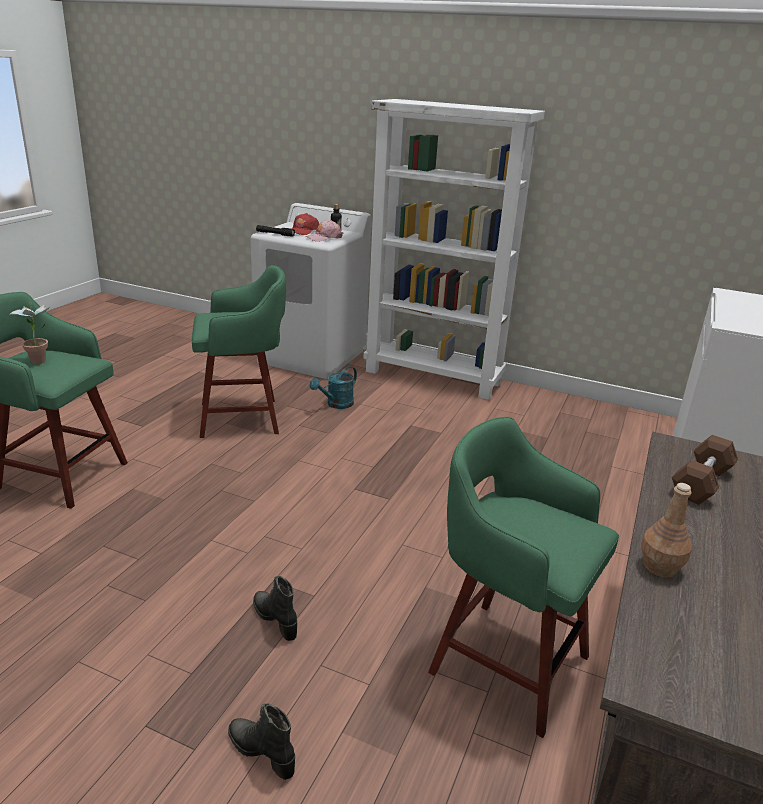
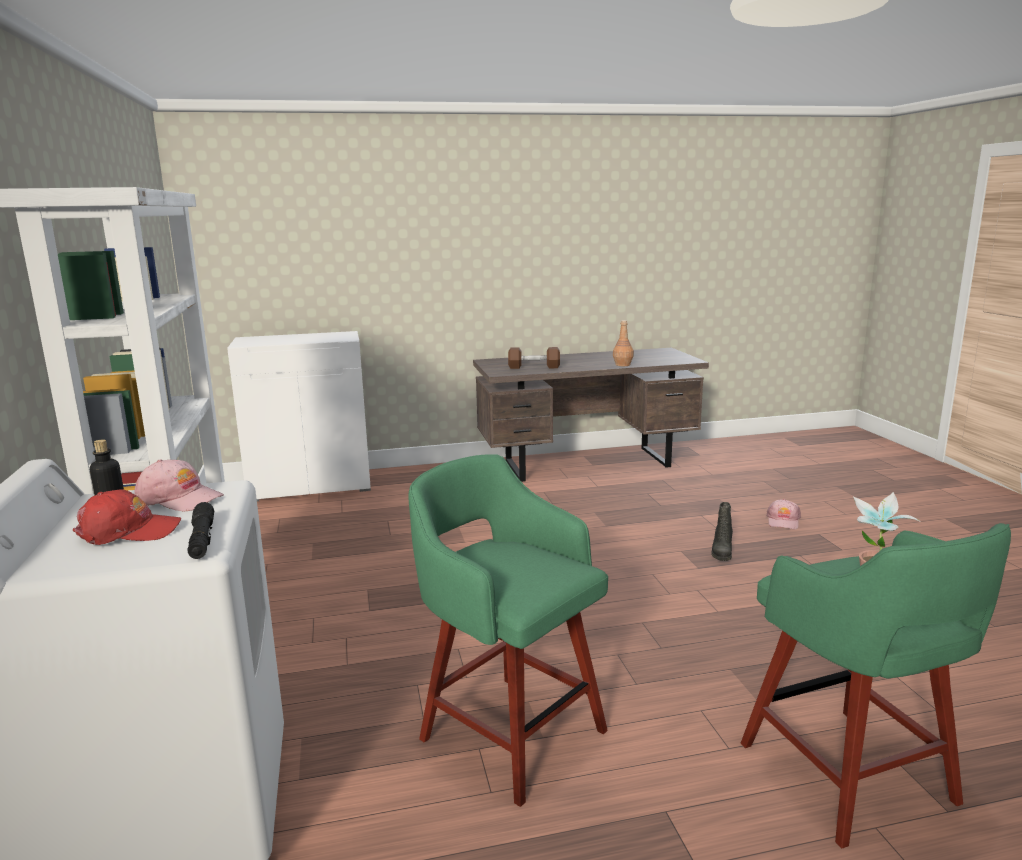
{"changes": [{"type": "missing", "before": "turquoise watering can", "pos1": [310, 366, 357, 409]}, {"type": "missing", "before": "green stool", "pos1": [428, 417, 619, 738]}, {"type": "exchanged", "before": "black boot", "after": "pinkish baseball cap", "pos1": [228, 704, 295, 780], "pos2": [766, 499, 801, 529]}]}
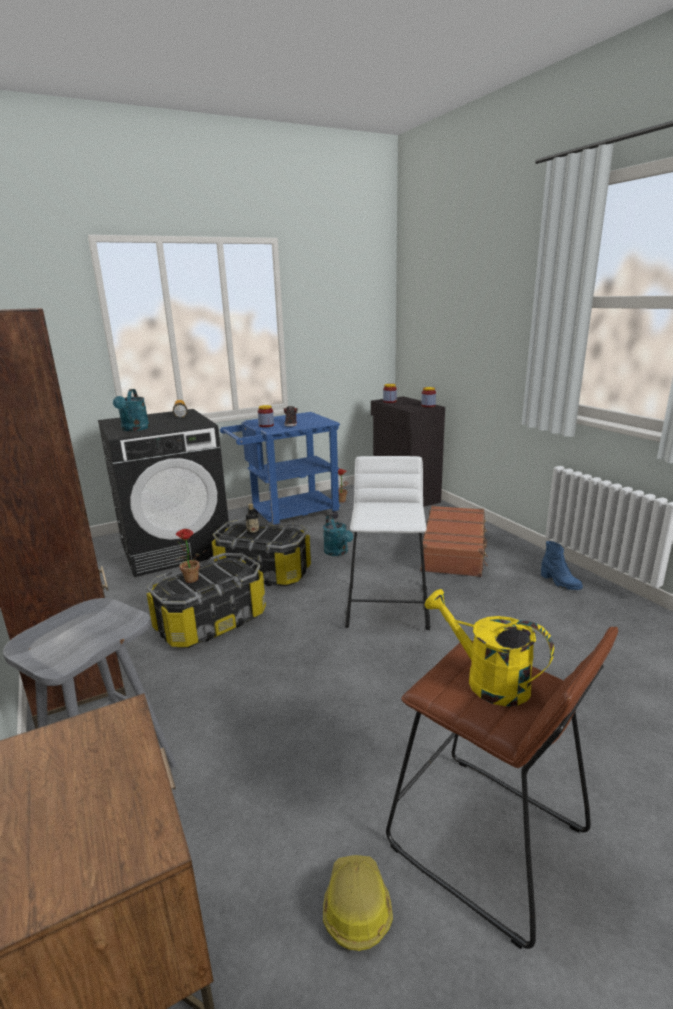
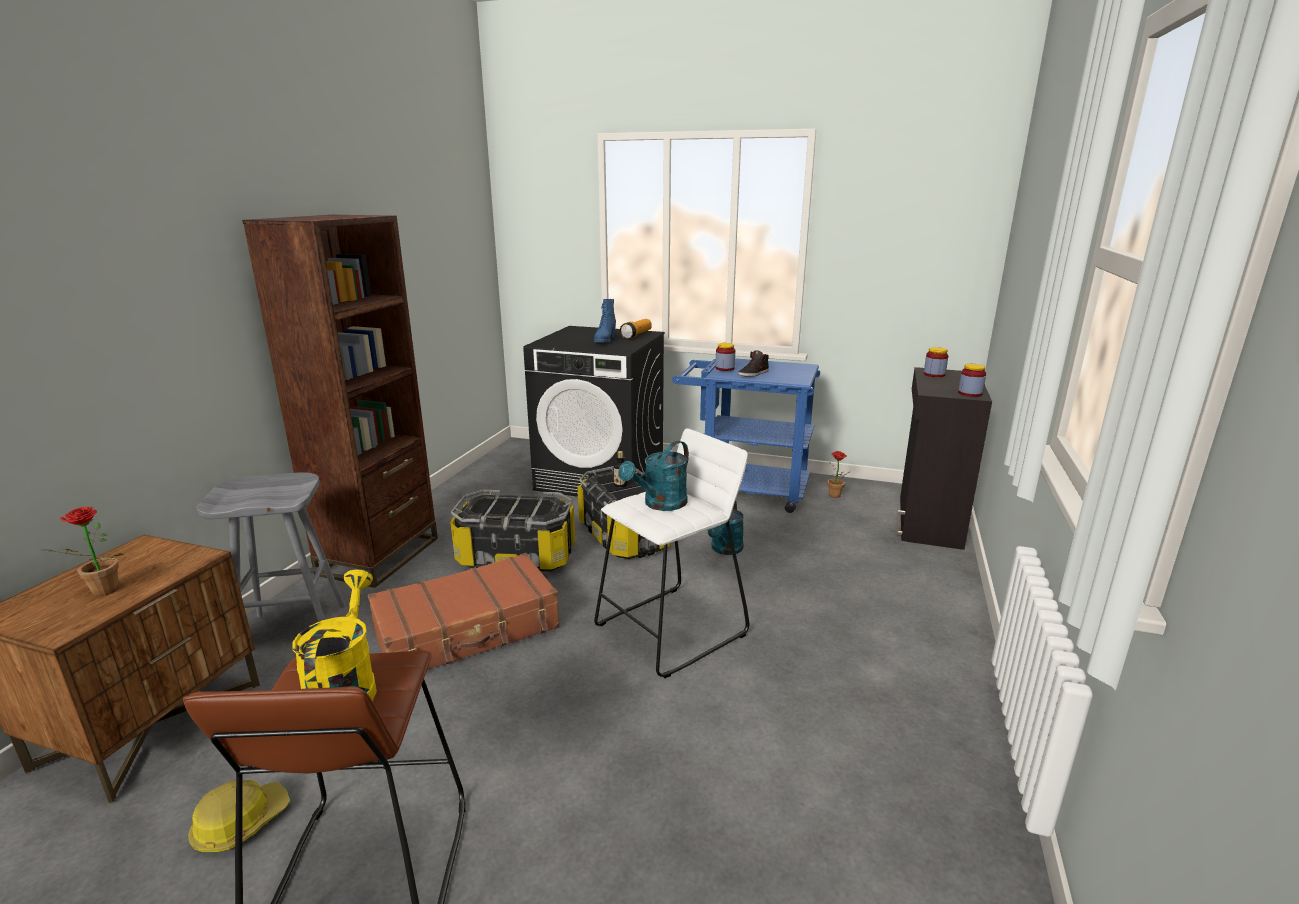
{"changes": [{"type": "relocated", "before": "turquoise watering can", "pos1": [113, 389, 150, 431], "pos2": [619, 441, 689, 511]}, {"type": "relocated", "before": "brown-coloured travel case", "pos1": [420, 506, 488, 577], "pos2": [368, 553, 560, 670]}, {"type": "relocated", "before": "houseplant", "pos1": [175, 529, 206, 583], "pos2": [42, 507, 124, 596]}, {"type": "relocated", "before": "blue-coloured boot", "pos1": [541, 541, 583, 590], "pos2": [594, 299, 616, 343]}]}
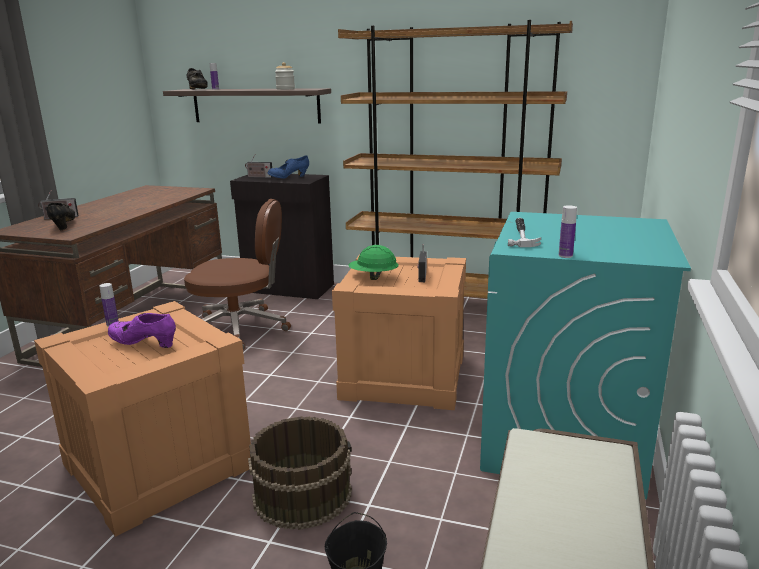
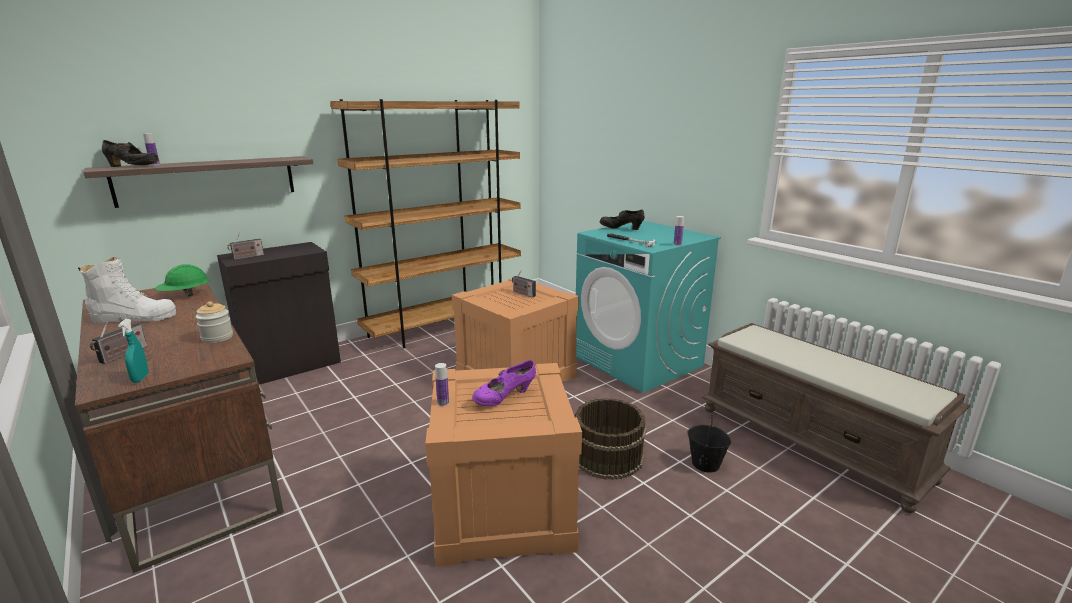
{"changes": [{"type": "relocated", "before": "jar", "pos1": [275, 62, 295, 90], "pos2": [195, 301, 233, 343]}, {"type": "missing", "before": "blue-coloured shoe", "pos1": [267, 155, 309, 178]}, {"type": "missing", "before": "brown-coloured computer chair", "pos1": [184, 199, 291, 350]}, {"type": "relocated", "before": "black shoe", "pos1": [47, 203, 75, 230], "pos2": [600, 209, 645, 230]}, {"type": "relocated", "before": "green hard hat", "pos1": [348, 245, 399, 280], "pos2": [155, 264, 210, 297]}, {"type": "appeared", "after": "white boot", "pos2": [78, 257, 176, 323]}, {"type": "appeared", "after": "turquoise spray bottle", "pos2": [118, 319, 149, 383]}]}
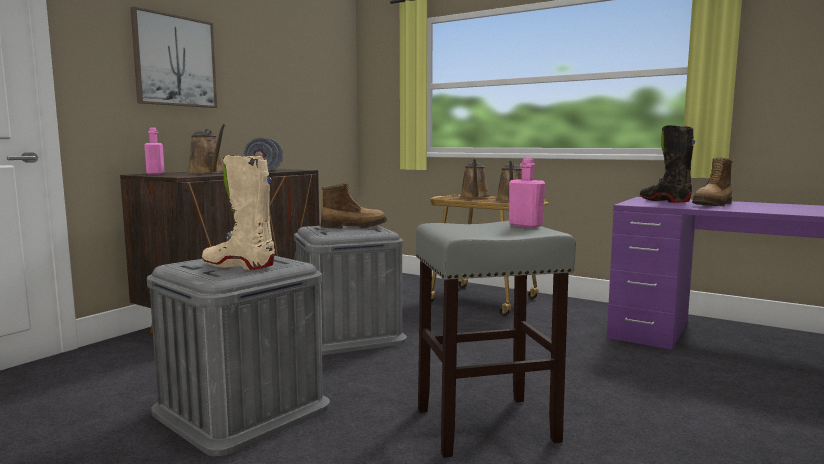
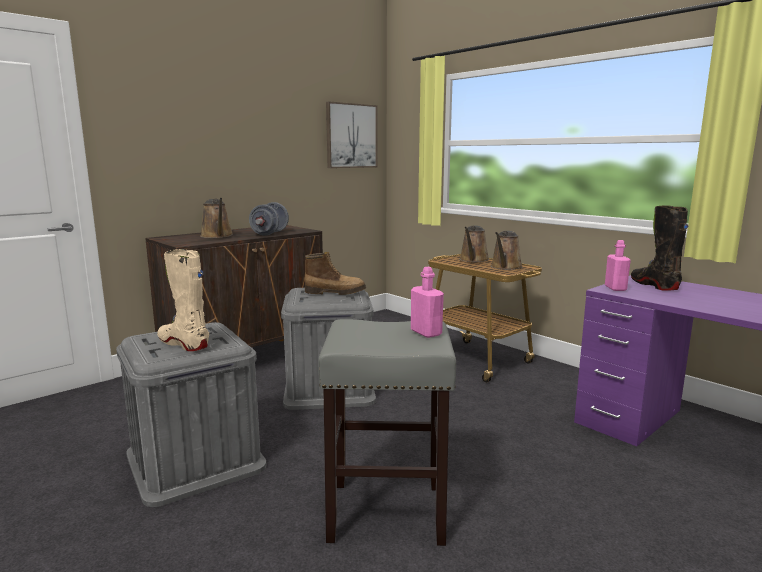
{"changes": [{"type": "relocated", "before": "wall art", "pos1": [130, 6, 217, 108], "pos2": [326, 101, 378, 168]}, {"type": "relocated", "before": "pinkish bottle", "pos1": [144, 127, 165, 175], "pos2": [605, 240, 631, 291]}, {"type": "missing", "before": "boot", "pos1": [692, 157, 733, 206]}]}
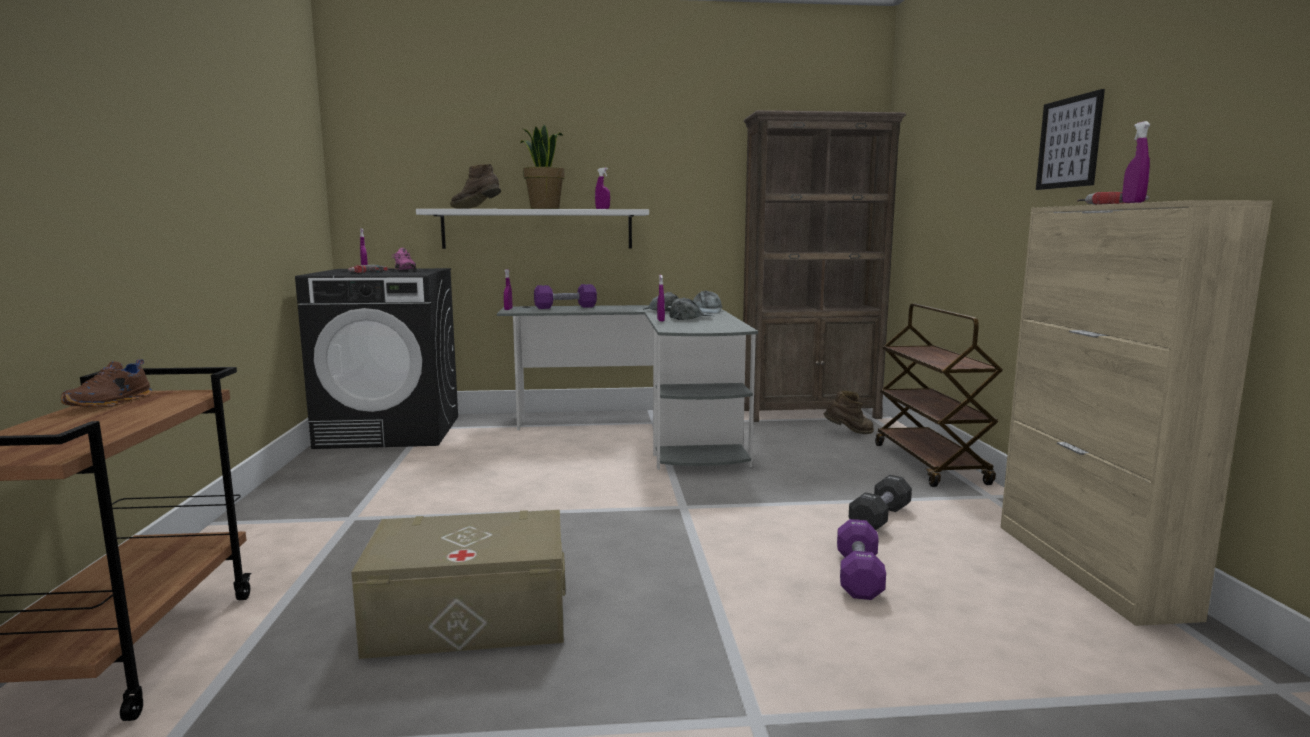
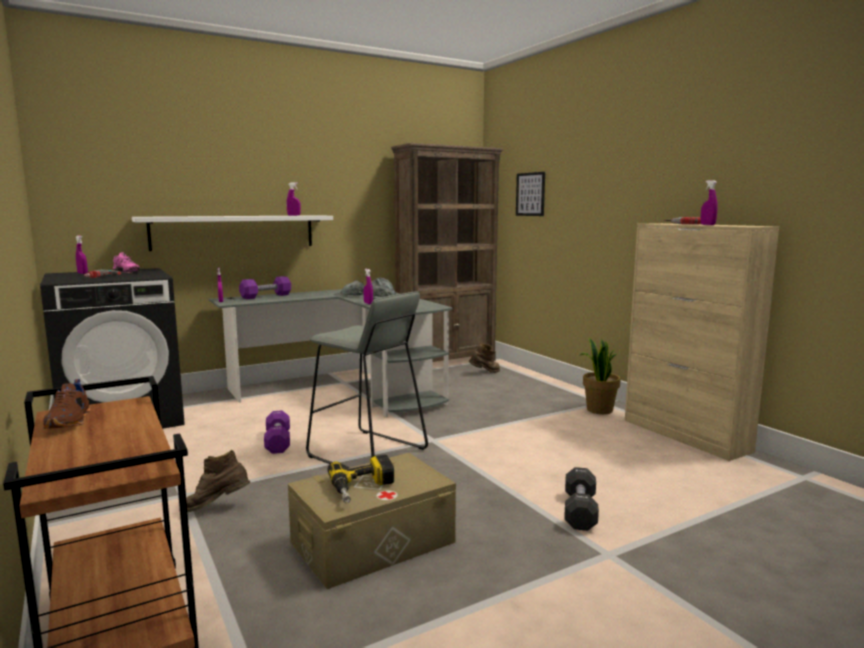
{"changes": [{"type": "relocated", "before": "wall art", "pos1": [1036, 89, 1105, 190], "pos2": [516, 172, 545, 216]}, {"type": "relocated", "before": "houseplant", "pos1": [520, 124, 565, 209], "pos2": [580, 337, 621, 414]}, {"type": "relocated", "before": "brown-coloured boot", "pos1": [450, 164, 501, 209], "pos2": [179, 450, 250, 512]}, {"type": "missing", "before": "brown-coloured cart", "pos1": [875, 304, 1003, 487]}, {"type": "relocated", "before": "black dumbbell", "pos1": [849, 475, 912, 530], "pos2": [564, 467, 599, 531]}, {"type": "relocated", "before": "purple dumbbell", "pos1": [837, 519, 886, 600], "pos2": [264, 410, 290, 454]}, {"type": "appeared", "after": "grey stool", "pos2": [306, 291, 428, 468]}, {"type": "appeared", "after": "electric drill", "pos2": [327, 455, 394, 503]}]}
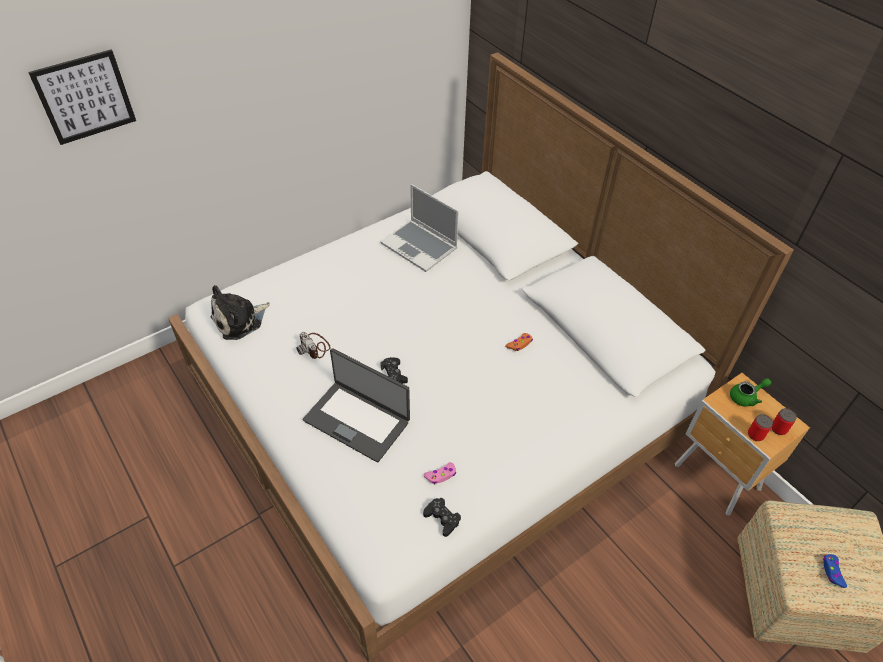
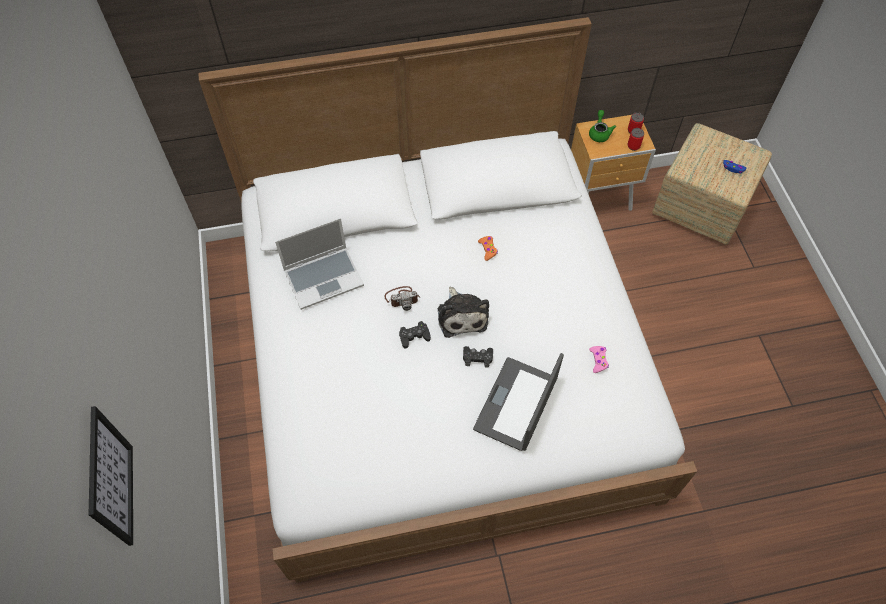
{"changes": [{"type": "relocated", "before": "cuddly toy", "pos1": [211, 285, 270, 340], "pos2": [437, 287, 489, 338]}, {"type": "relocated", "before": "photo camera", "pos1": [296, 332, 331, 359], "pos2": [384, 286, 420, 311]}, {"type": "spun", "before": "laptop", "pos1": [303, 348, 410, 462], "pos2": [473, 353, 564, 451], "turn": 150}, {"type": "relocated", "before": "black gamepad", "pos1": [423, 498, 461, 537], "pos2": [399, 321, 431, 349]}]}
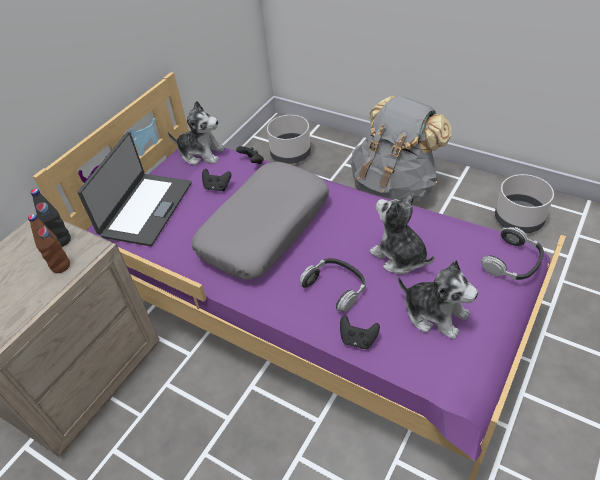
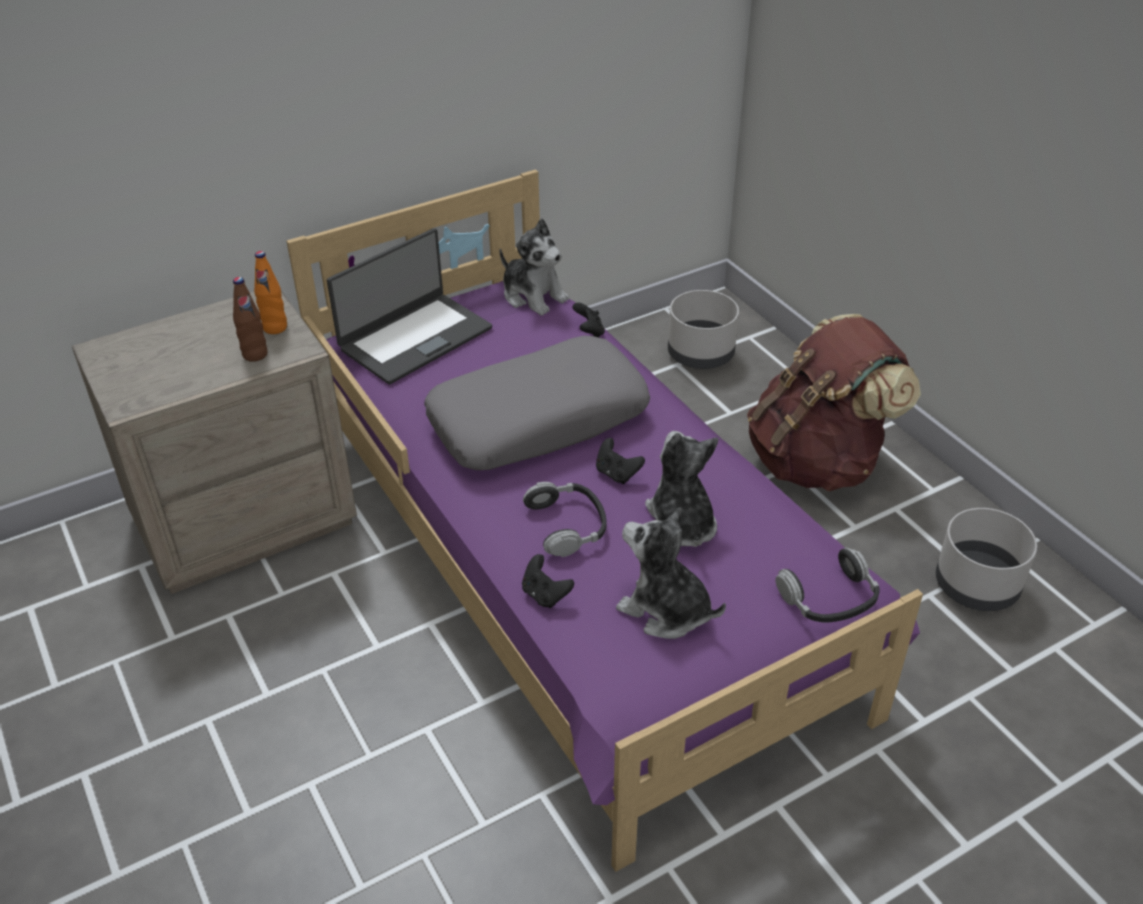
{"changes": [{"type": "colour", "before": "grey rucksack", "after": "brown-coloured rucksack", "pos1": [351, 96, 452, 201], "pos2": [747, 314, 921, 492]}, {"type": "relocated", "before": "black gamepad", "pos1": [202, 169, 231, 191], "pos2": [596, 438, 645, 484]}, {"type": "colour", "before": "black bottle", "after": "orange bottle", "pos1": [31, 189, 71, 247], "pos2": [254, 251, 287, 334]}, {"type": "spun", "before": "cuddly toy", "pos1": [398, 260, 478, 340], "pos2": [616, 507, 726, 639], "turn": 150}]}
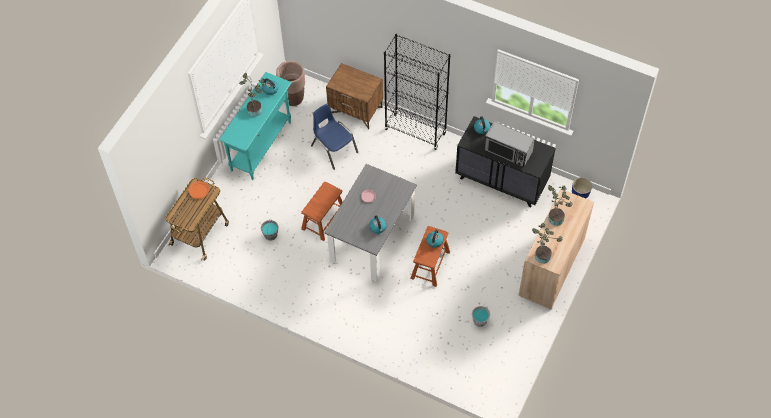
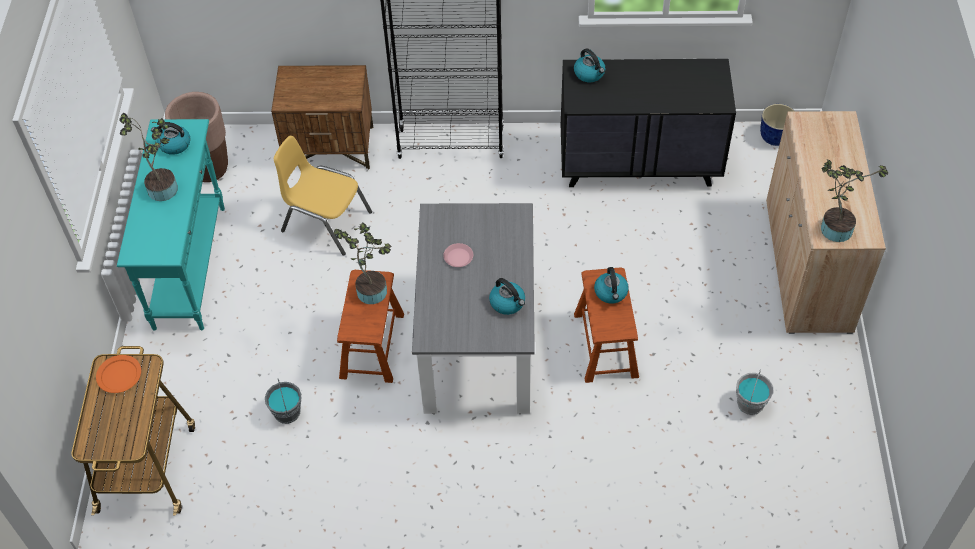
{"changes": [{"type": "colour", "before": "blue-coloured plain chair", "after": "yellowish plain chair", "pos1": [311, 104, 358, 170], "pos2": [274, 136, 372, 256]}, {"type": "missing", "before": "microwave", "pos1": [484, 121, 535, 167]}, {"type": "relocated", "before": "houseplant", "pos1": [548, 185, 573, 226], "pos2": [334, 222, 391, 304]}]}
